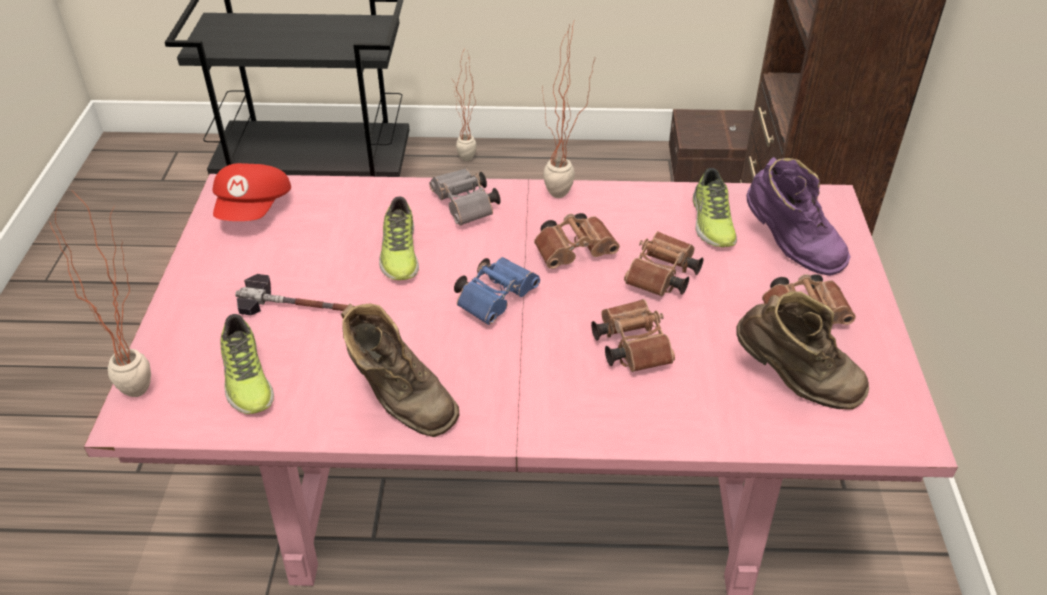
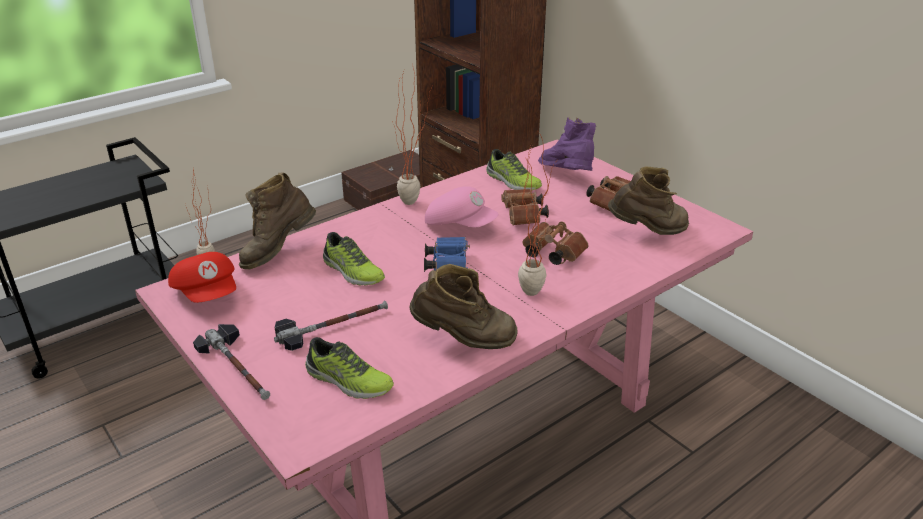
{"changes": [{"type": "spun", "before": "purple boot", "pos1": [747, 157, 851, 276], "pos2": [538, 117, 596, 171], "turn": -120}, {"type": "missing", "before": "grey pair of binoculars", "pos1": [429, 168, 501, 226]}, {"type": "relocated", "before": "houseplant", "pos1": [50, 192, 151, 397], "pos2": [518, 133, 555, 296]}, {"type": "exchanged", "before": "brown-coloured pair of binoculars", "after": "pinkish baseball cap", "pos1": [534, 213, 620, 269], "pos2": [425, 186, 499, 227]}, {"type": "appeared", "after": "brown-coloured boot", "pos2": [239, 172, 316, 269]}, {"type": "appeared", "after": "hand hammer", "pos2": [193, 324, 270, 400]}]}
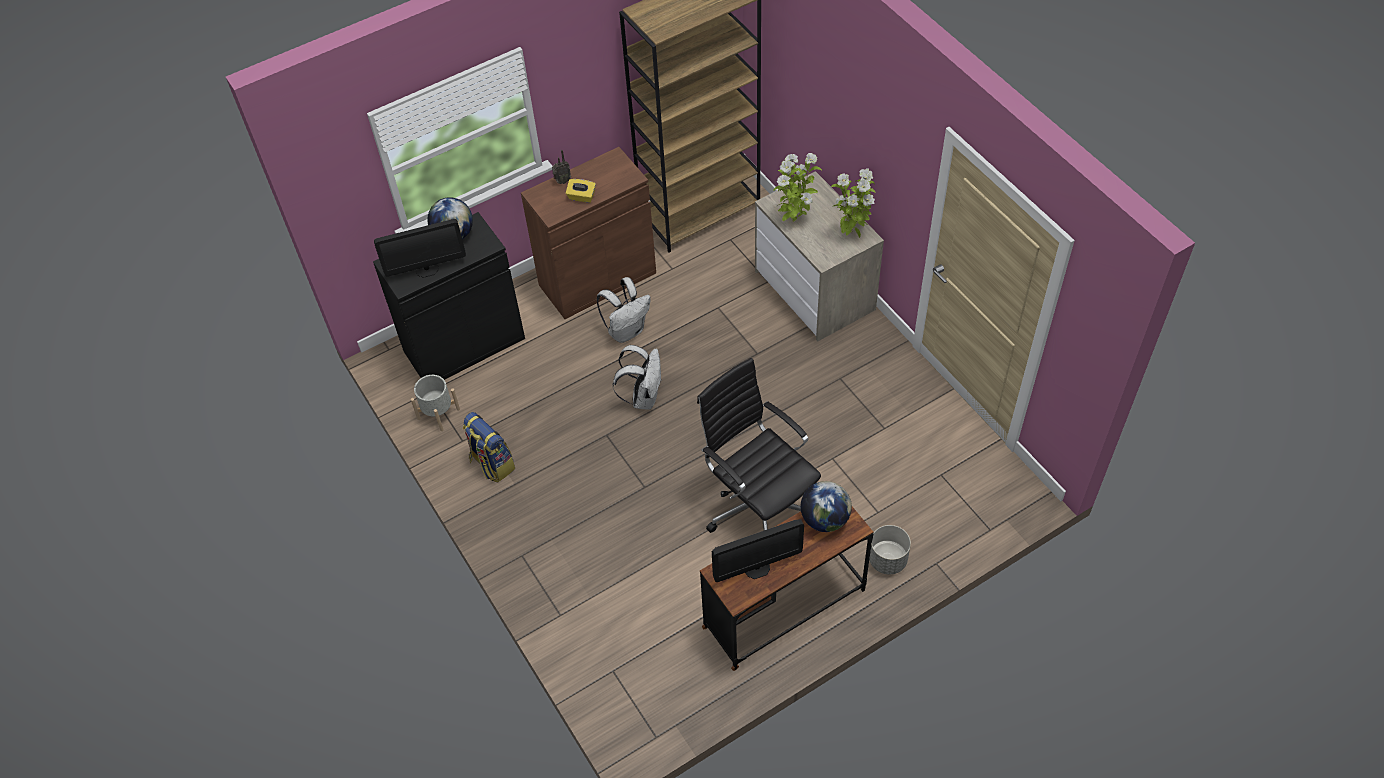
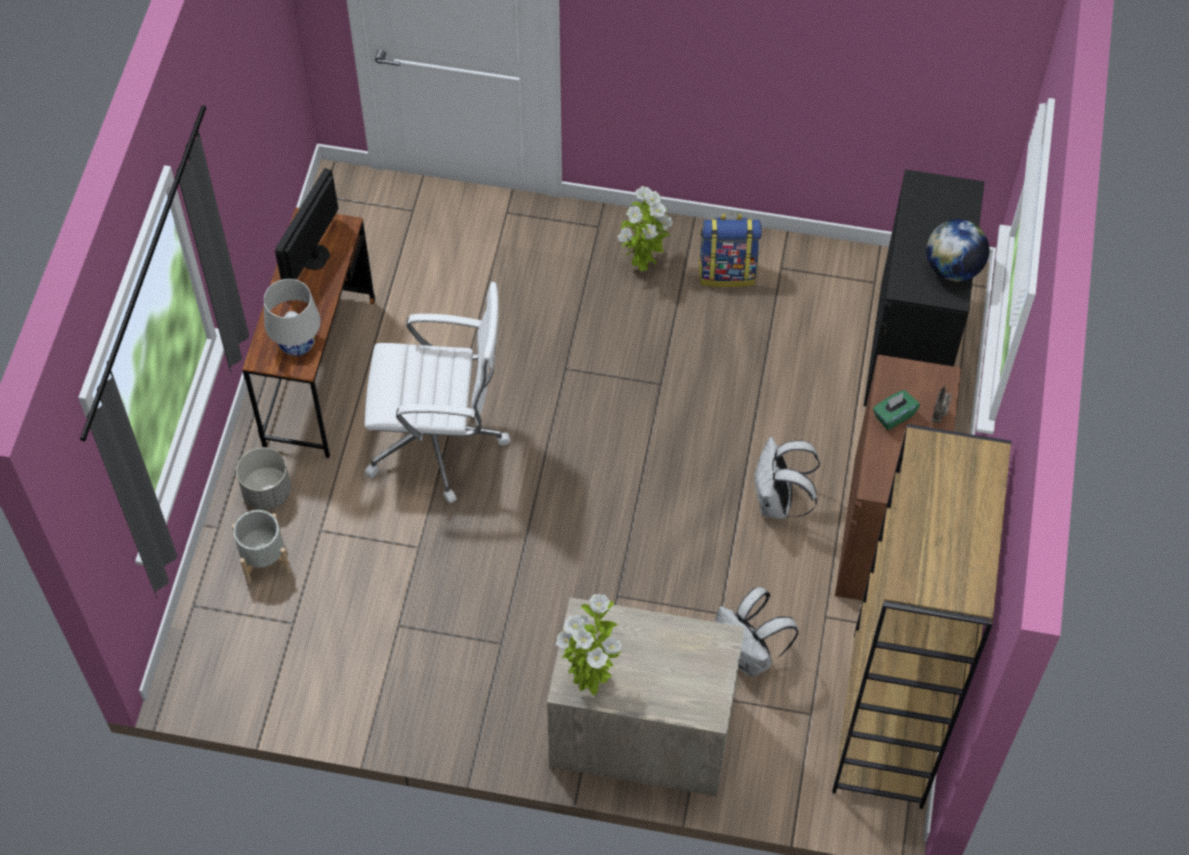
{"changes": [{"type": "relocated", "before": "houseplant", "pos1": [773, 153, 822, 222], "pos2": [617, 186, 673, 272]}, {"type": "colour", "before": "yellowish tissue box", "after": "green tissue box", "pos1": [566, 179, 596, 203], "pos2": [873, 390, 920, 430]}, {"type": "missing", "before": "computer screen", "pos1": [374, 219, 466, 278]}, {"type": "relocated", "before": "white rucksack", "pos1": [612, 345, 661, 410], "pos2": [715, 587, 799, 676]}, {"type": "colour", "before": "black computer chair", "after": "white computer chair", "pos1": [697, 358, 821, 533], "pos2": [365, 282, 511, 503]}, {"type": "relocated", "before": "grey planter", "pos1": [411, 375, 460, 431], "pos2": [232, 510, 291, 584]}, {"type": "exchanged", "before": "world globe", "after": "white lamp for a table", "pos1": [801, 481, 852, 532], "pos2": [264, 279, 321, 356]}]}
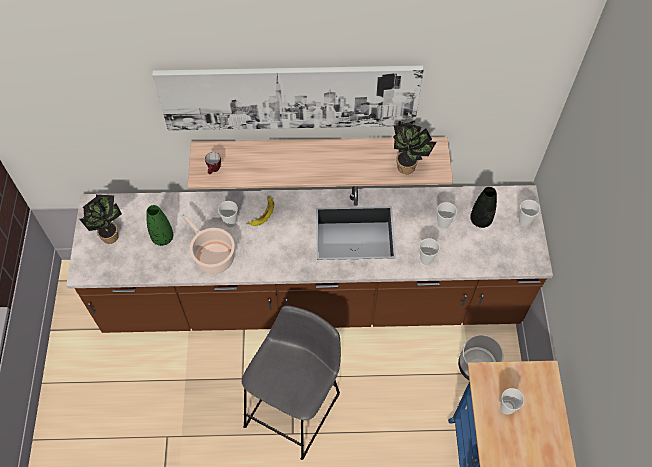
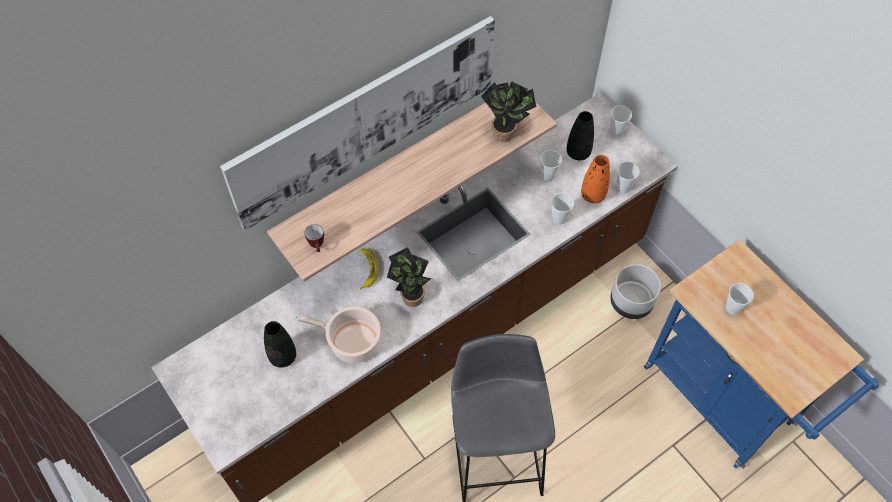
{"changes": [{"type": "relocated", "before": "houseplant", "pos1": [79, 194, 122, 244], "pos2": [387, 247, 431, 307]}, {"type": "relocated", "before": "cup", "pos1": [218, 201, 238, 227], "pos2": [616, 162, 639, 193]}, {"type": "colour", "before": "green vase", "after": "black vase", "pos1": [146, 205, 173, 246], "pos2": [264, 321, 296, 368]}, {"type": "appeared", "after": "orange vase", "pos2": [581, 155, 610, 203]}]}
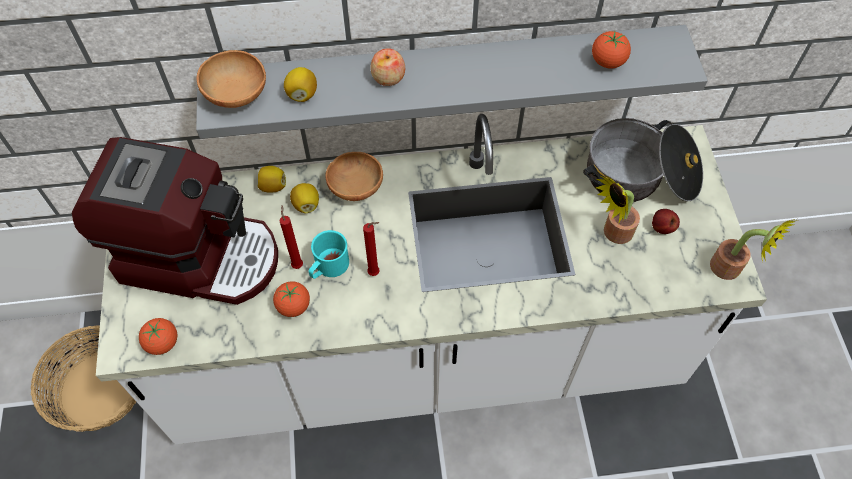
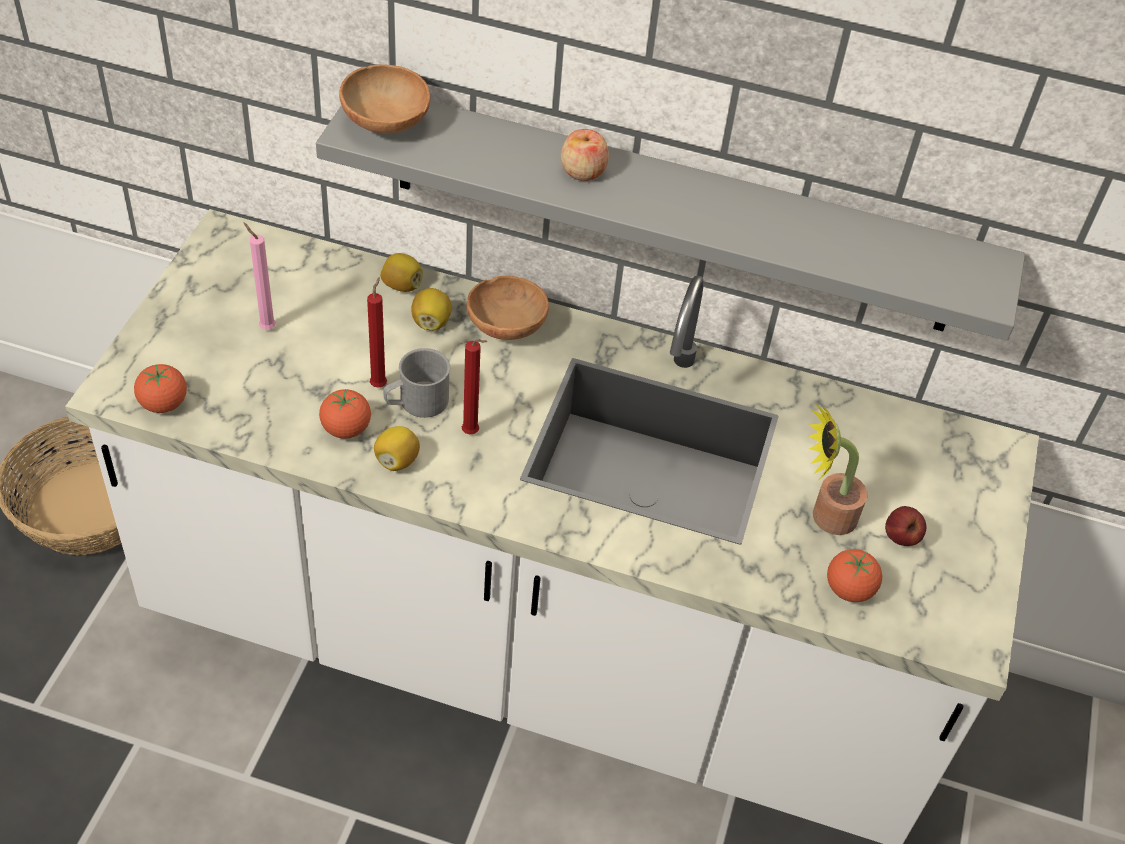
{"changes": [{"type": "relocated", "before": "fresh tomato", "pos1": [592, 30, 631, 68], "pos2": [827, 549, 882, 602]}, {"type": "relocated", "before": "citrus fruit", "pos1": [284, 67, 317, 102], "pos2": [374, 426, 420, 471]}, {"type": "missing", "before": "saucepot", "pos1": [583, 118, 703, 202]}, {"type": "exchanged", "before": "coffee brewer", "after": "pinkish candle", "pos1": [72, 137, 278, 305], "pos2": [244, 223, 276, 330]}, {"type": "missing", "before": "houseplant", "pos1": [710, 219, 795, 280]}, {"type": "colour", "before": "turquoise mug", "after": "grey mug", "pos1": [309, 230, 349, 279], "pos2": [383, 348, 450, 418]}]}
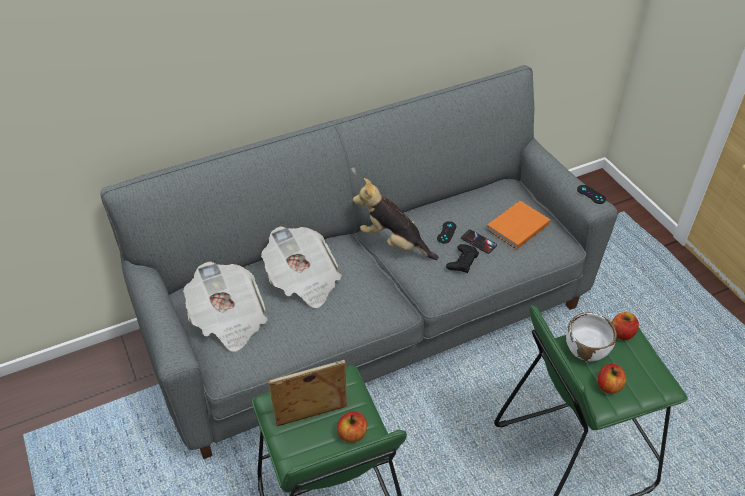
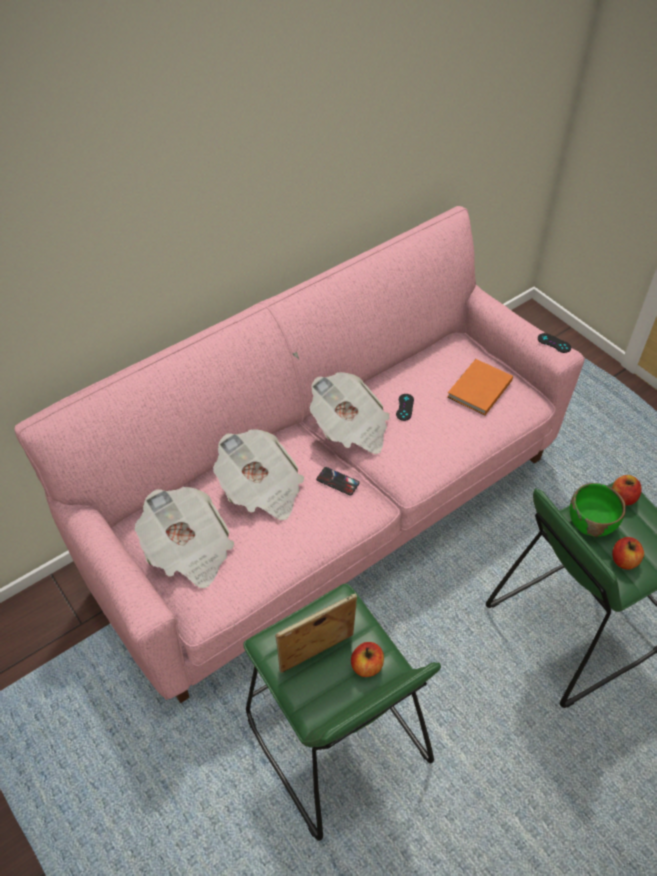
{"changes": [{"type": "colour", "before": "grey sofa", "after": "pinkish sofa", "pos1": [100, 65, 618, 459], "pos2": [14, 206, 585, 703]}, {"type": "exchanged", "before": "cuddly toy", "after": "daily paper", "pos1": [353, 178, 439, 260], "pos2": [309, 372, 390, 454]}, {"type": "relocated", "before": "telephone", "pos1": [461, 230, 497, 254], "pos2": [316, 467, 360, 495]}, {"type": "missing", "before": "black gamepad", "pos1": [446, 244, 479, 273]}, {"type": "colour", "before": "white serving bowl", "after": "green serving bowl", "pos1": [566, 312, 617, 362], "pos2": [569, 483, 626, 537]}]}
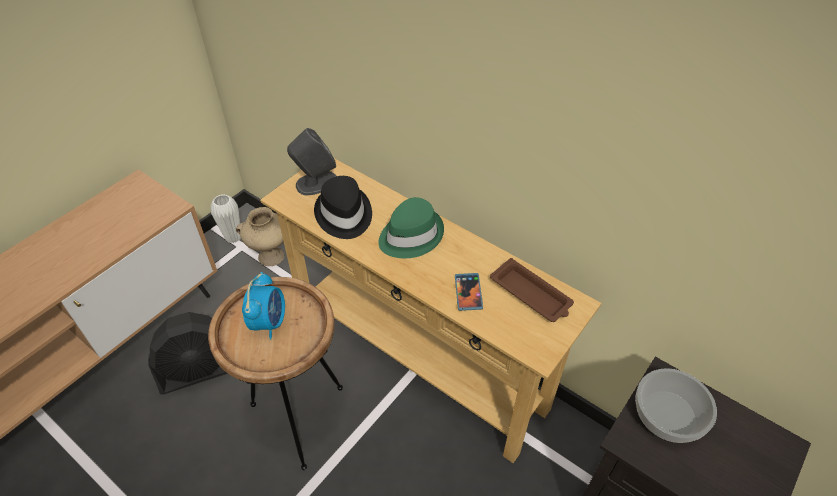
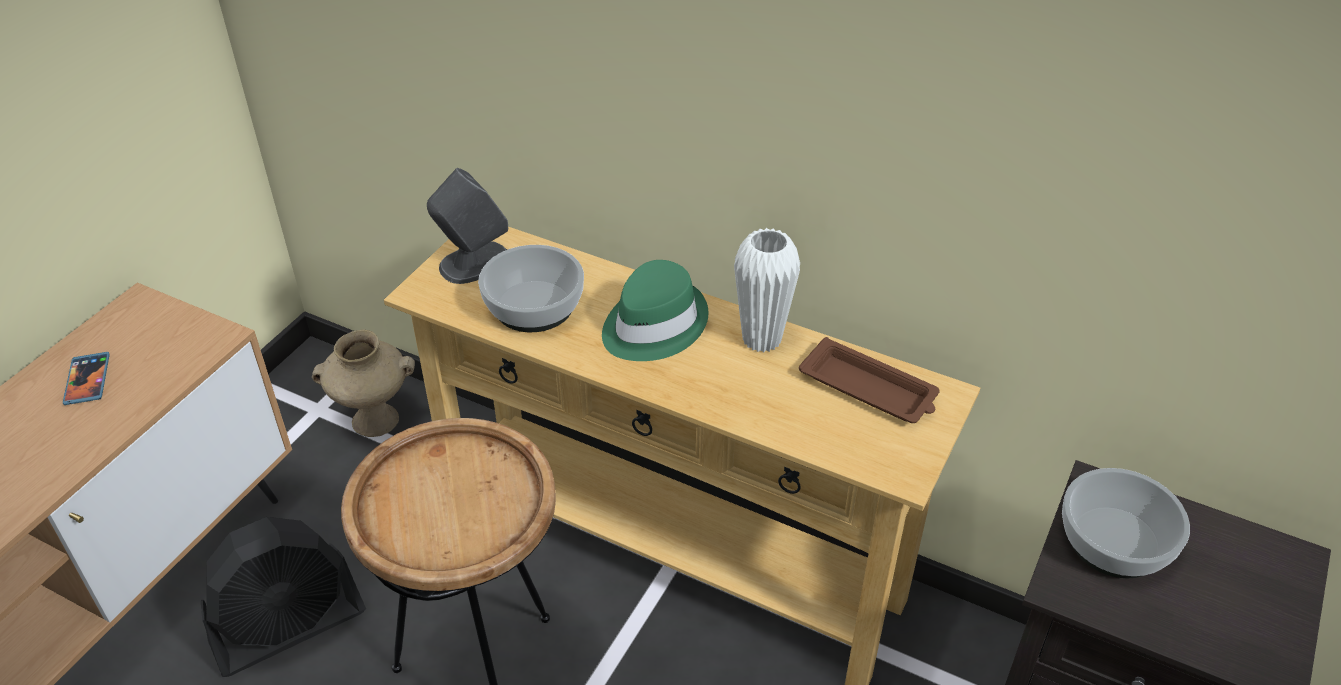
{"changes": [{"type": "exchanged", "before": "black clothing hat", "after": "serving bowl", "pos1": [314, 176, 372, 239], "pos2": [478, 245, 584, 332]}, {"type": "relocated", "before": "white vase", "pos1": [211, 194, 241, 243], "pos2": [734, 228, 800, 353]}, {"type": "missing", "before": "alarm clock", "pos1": [242, 272, 285, 340]}, {"type": "relocated", "before": "telephone", "pos1": [455, 273, 483, 311], "pos2": [63, 352, 110, 405]}]}
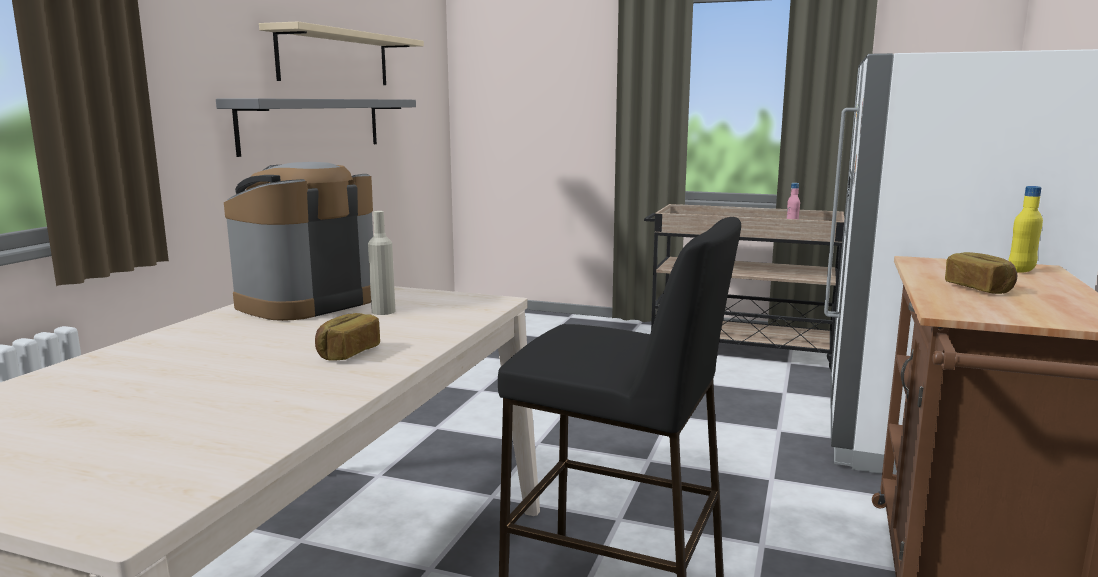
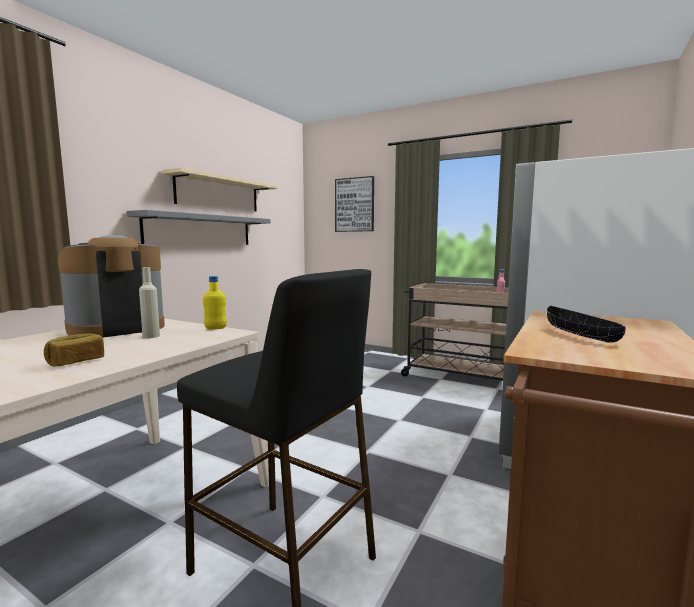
{"changes": [{"type": "relocated", "before": "yellowish bottle", "pos1": [1009, 186, 1043, 273], "pos2": [203, 276, 227, 330]}, {"type": "exchanged", "before": "bread", "after": "black serving bowl", "pos1": [945, 252, 1017, 294], "pos2": [547, 306, 626, 343]}, {"type": "appeared", "after": "wall art", "pos2": [335, 176, 374, 232]}]}
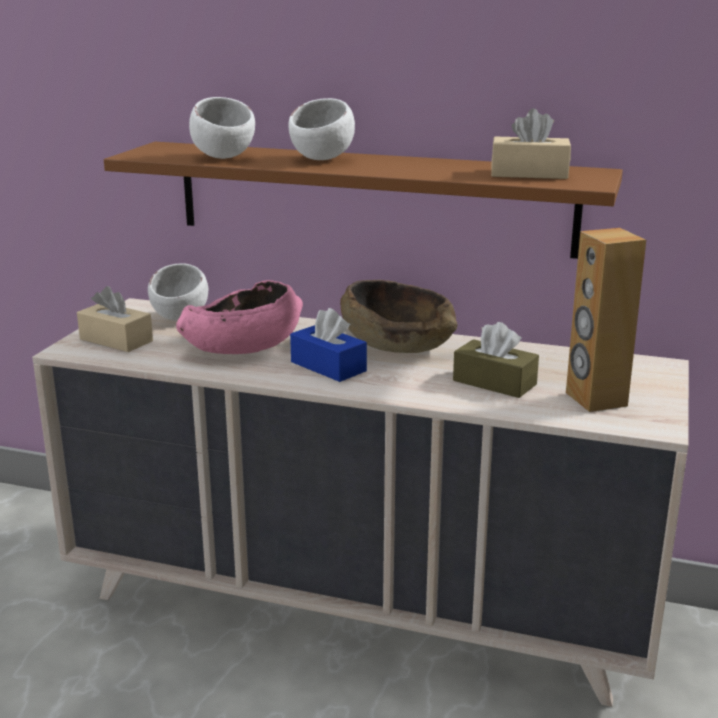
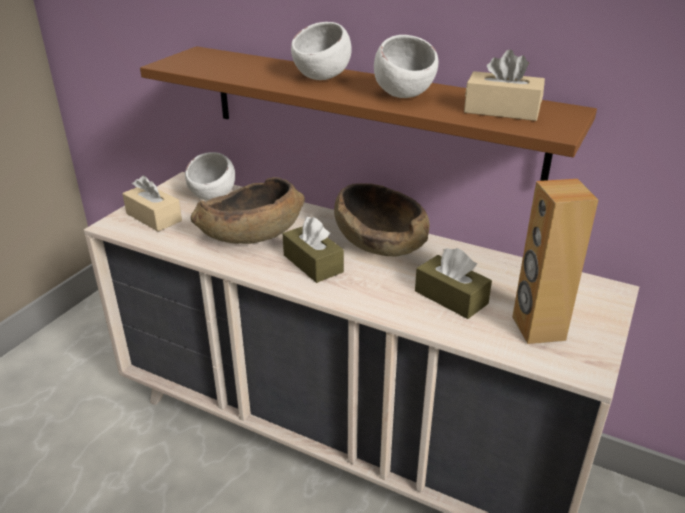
{"changes": [{"type": "relocated", "before": "white serving bowl", "pos1": [189, 97, 255, 159], "pos2": [374, 35, 438, 98]}, {"type": "colour", "before": "pinkish serving bowl", "after": "brown-coloured serving bowl", "pos1": [176, 280, 303, 354], "pos2": [191, 177, 305, 244]}, {"type": "colour", "before": "blue-coloured tissue box", "after": "brown-coloured tissue box", "pos1": [290, 308, 367, 382], "pos2": [283, 217, 344, 283]}]}
